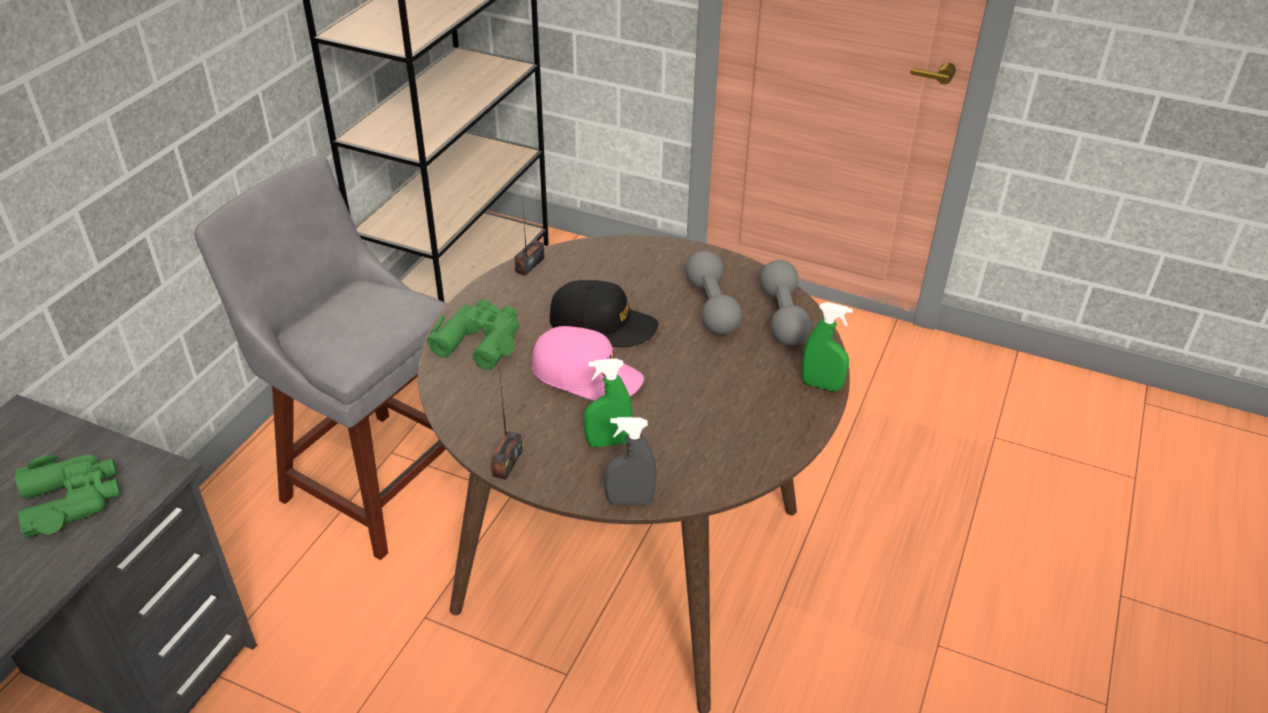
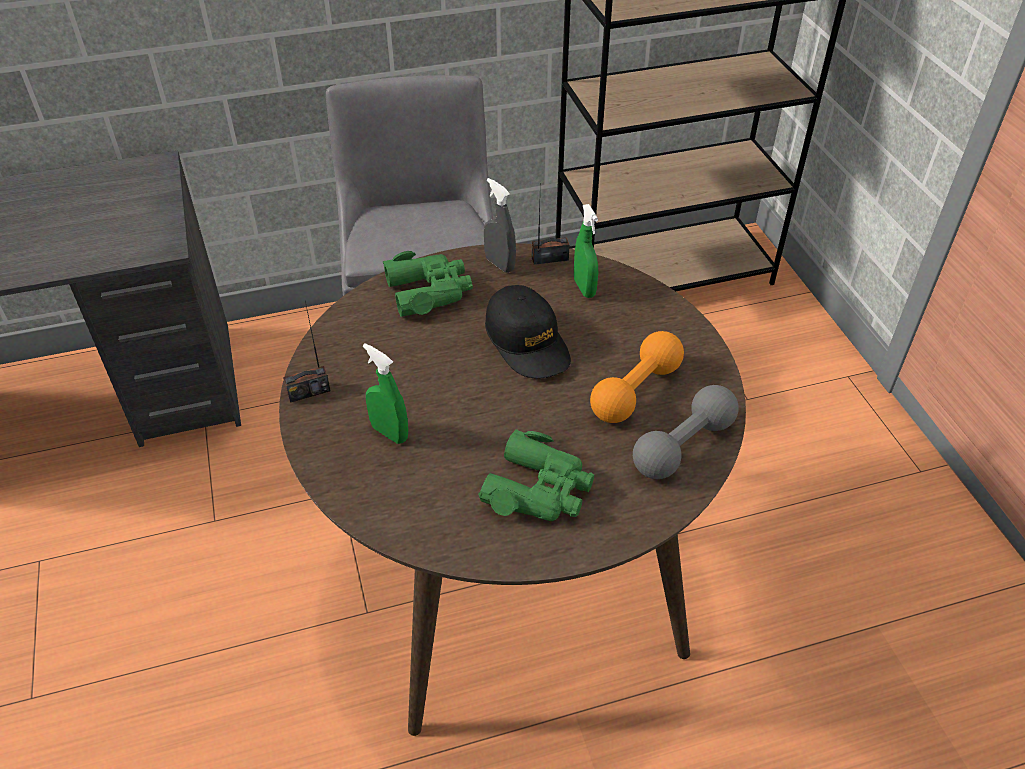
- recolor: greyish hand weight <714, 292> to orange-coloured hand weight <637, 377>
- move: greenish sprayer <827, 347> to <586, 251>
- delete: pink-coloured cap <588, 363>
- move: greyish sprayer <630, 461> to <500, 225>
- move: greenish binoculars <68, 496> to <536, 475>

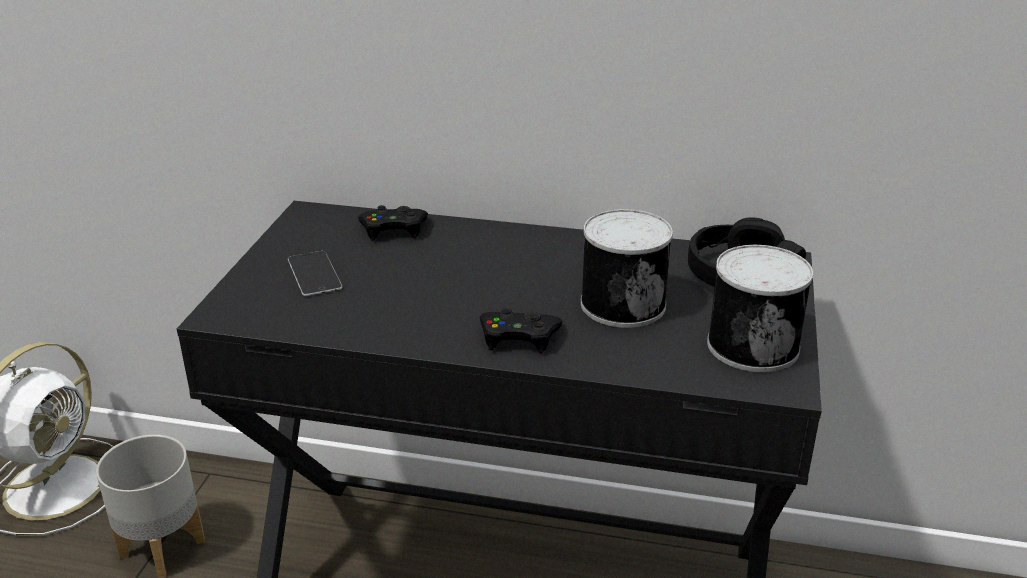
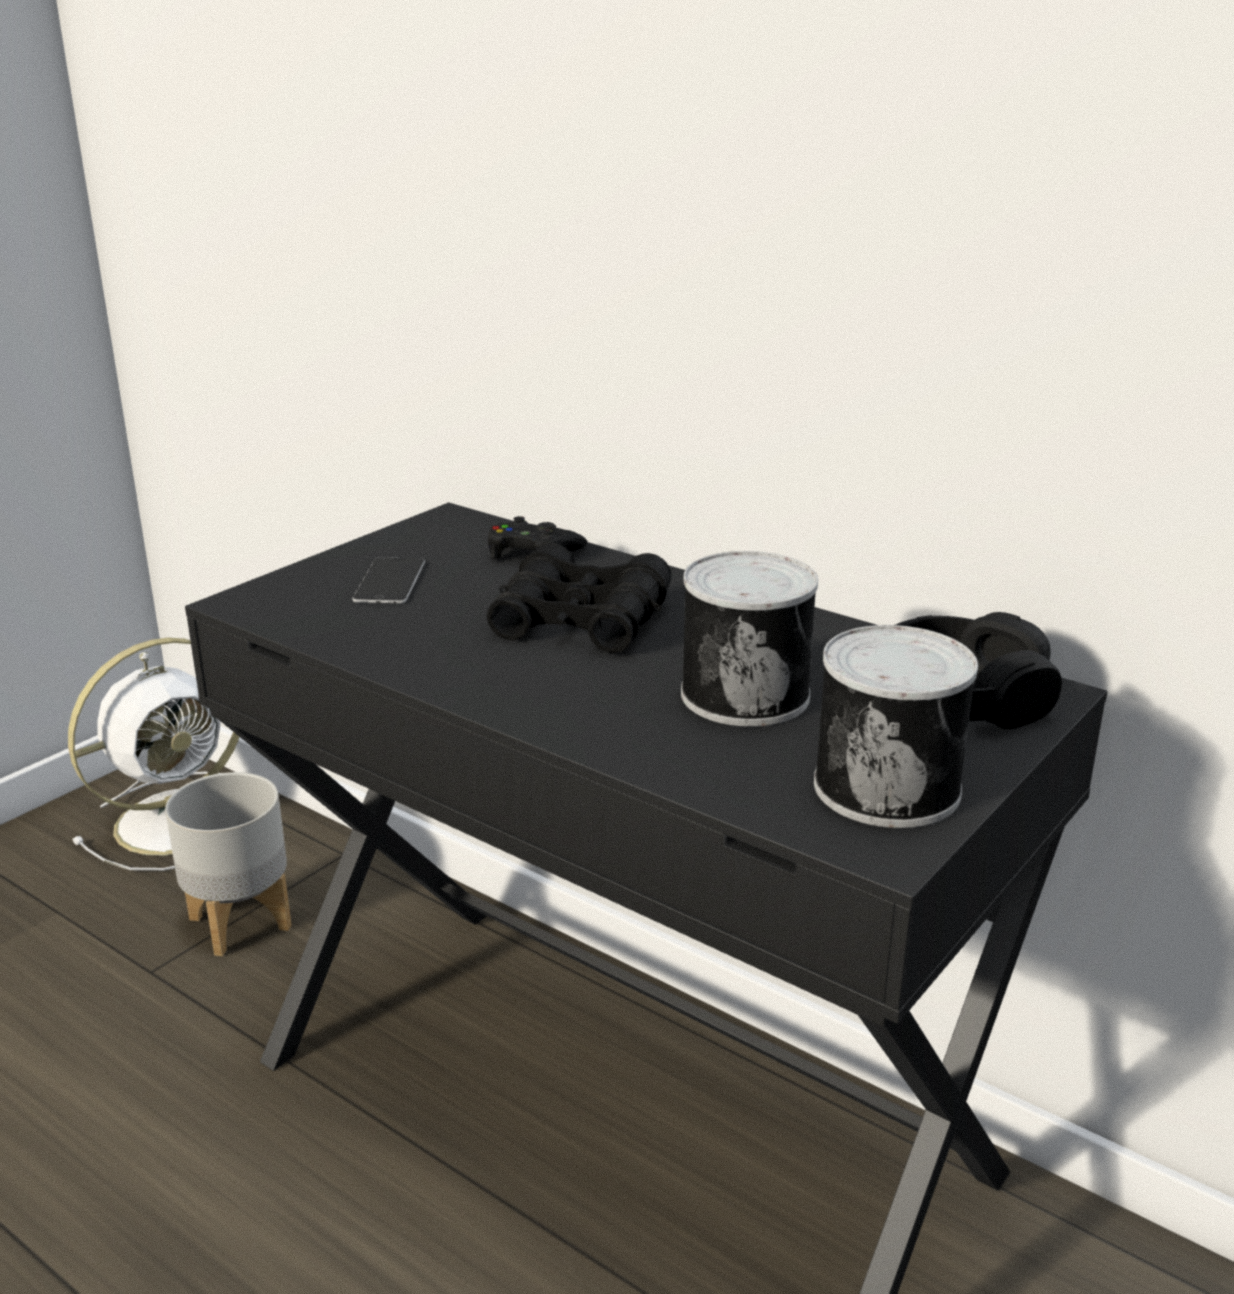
- delete: blackish gamepad <521, 330>
- insert: blackish binoculars <579, 598>

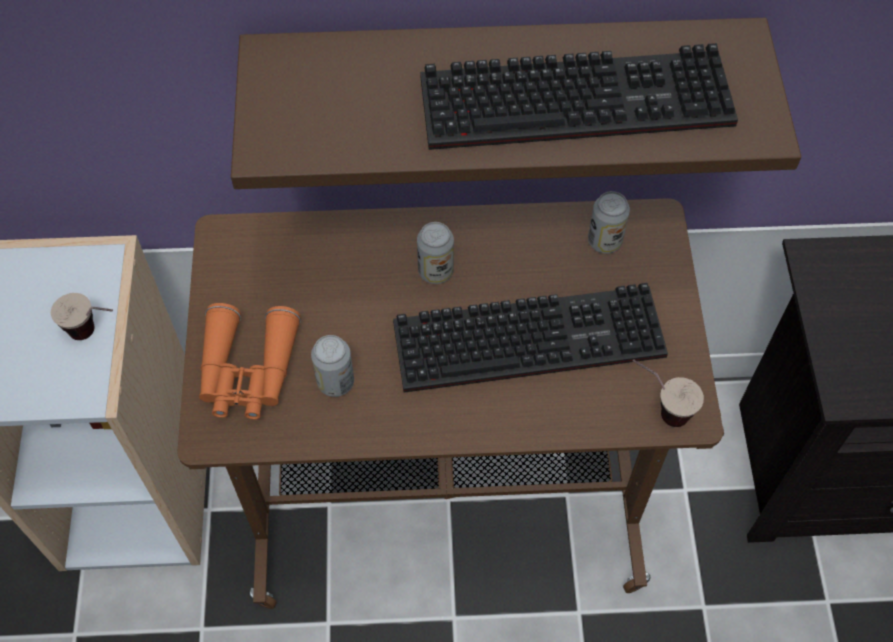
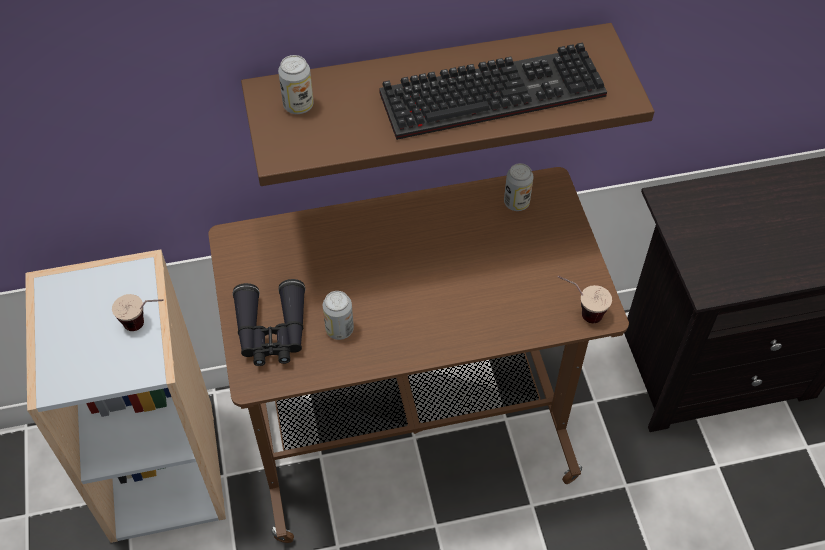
- move: can <435, 253> to <296, 84>
- delete: keyboard <530, 338>
- recolor: orange-coloured binoculars <250, 361> to blackish binoculars <268, 322>

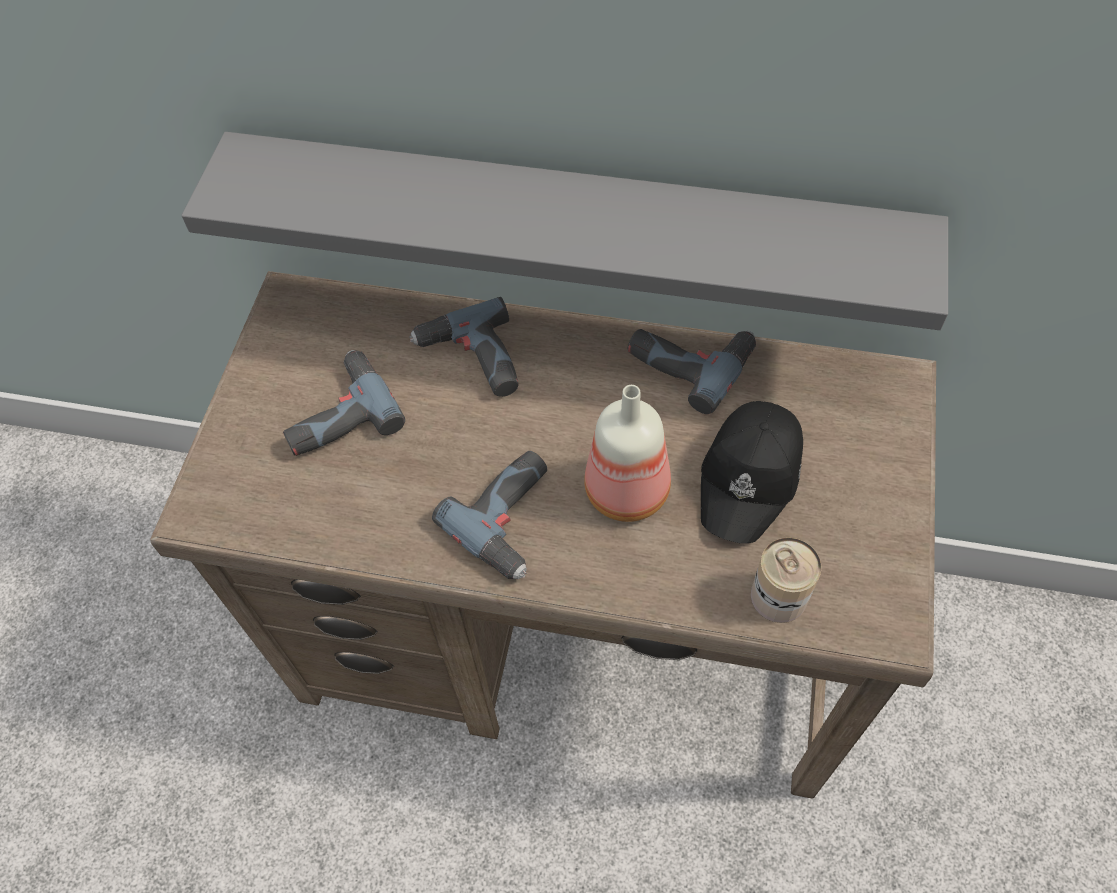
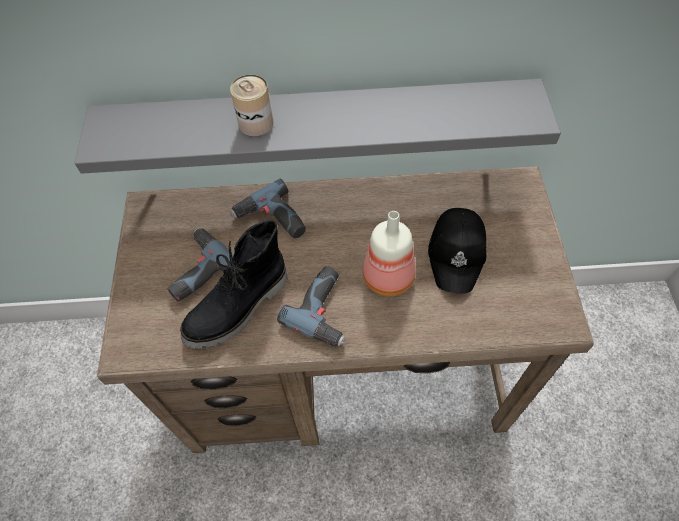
- delete: electric drill <692, 371>
- move: can <786, 580> to <251, 106>
- insert: blackish high-top boot <234, 284>

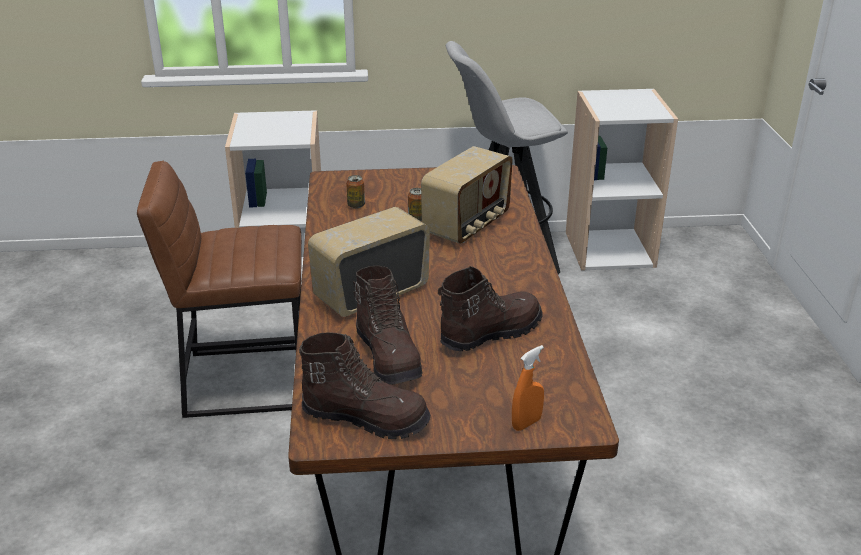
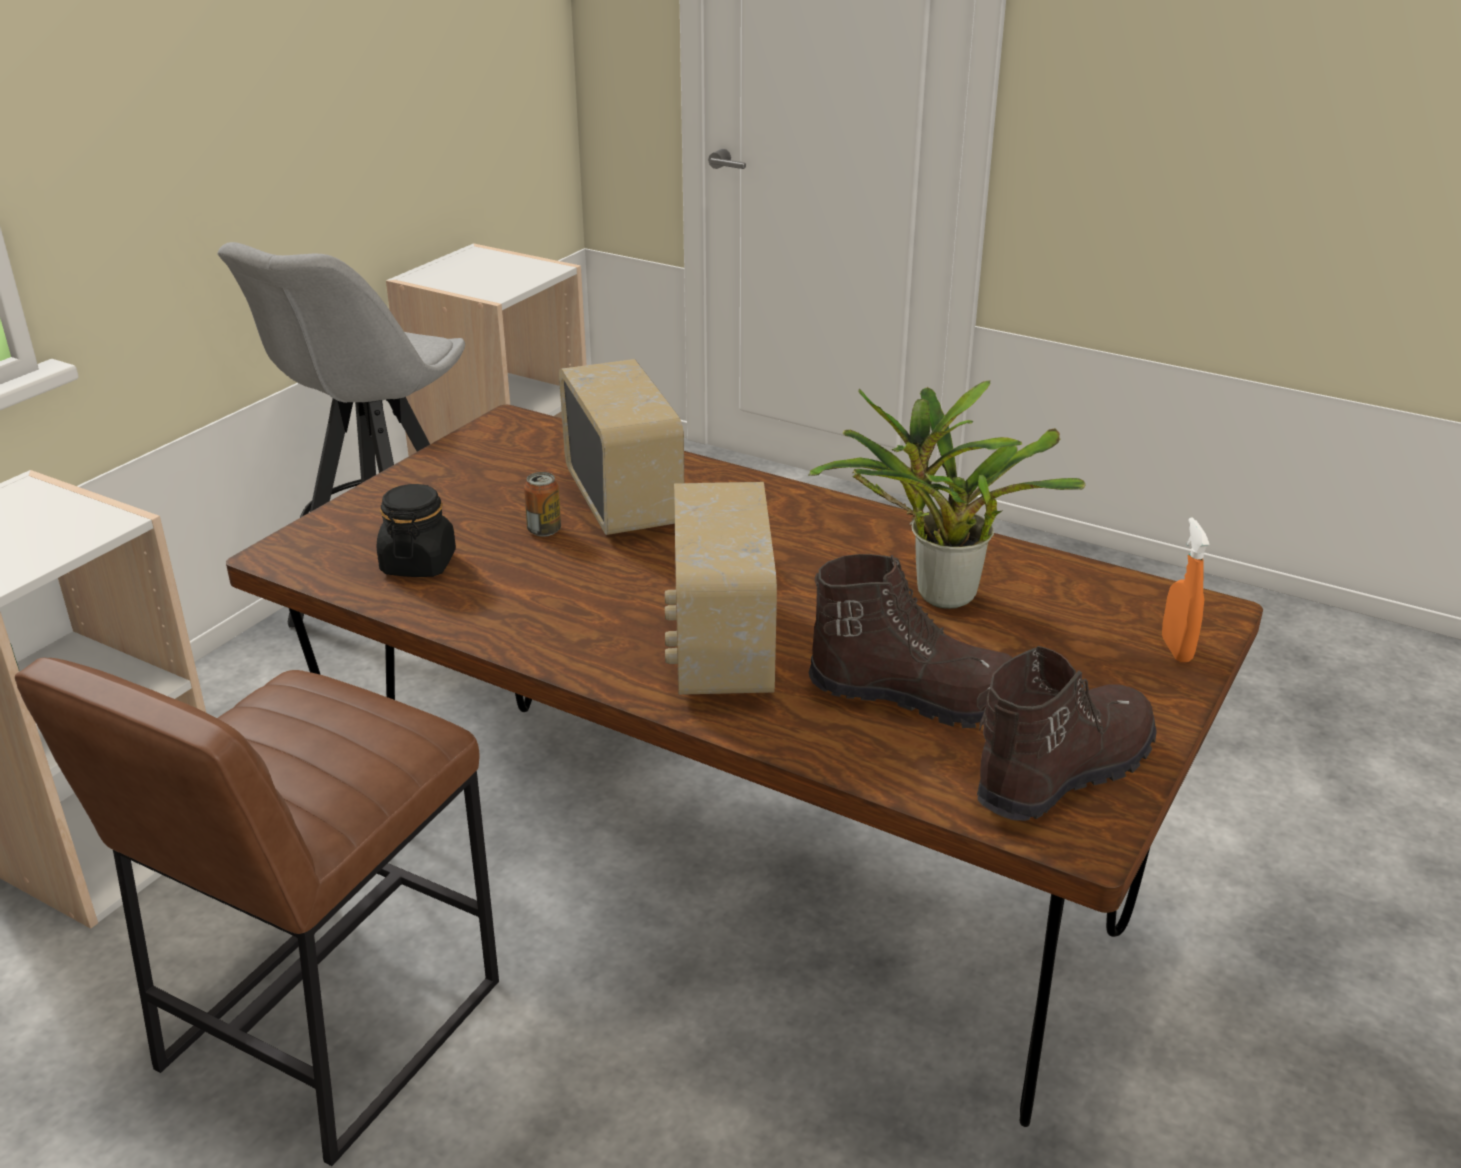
- replace: can <355, 192> to blackish storage jar <416, 530>
- replace: brownish high-top boot <490, 308> to plant in a pot <947, 494>

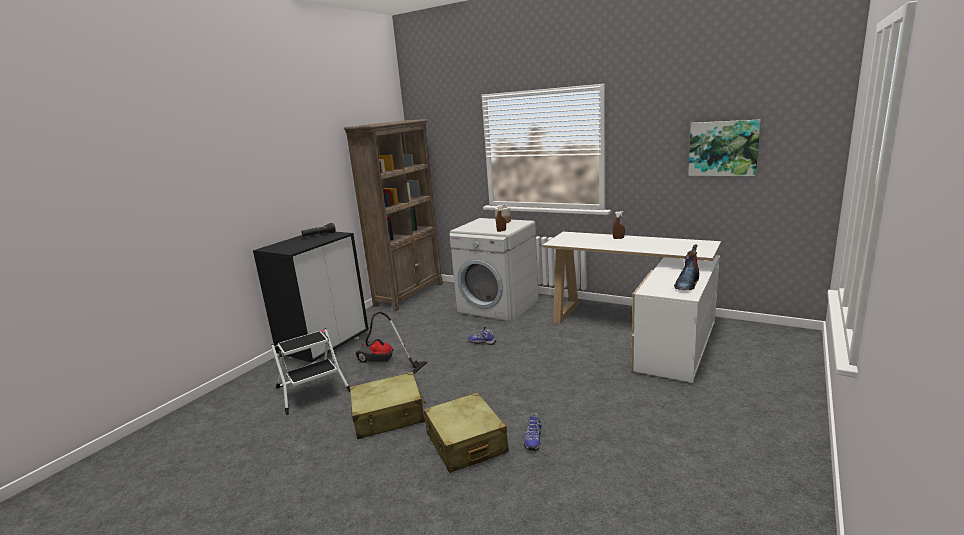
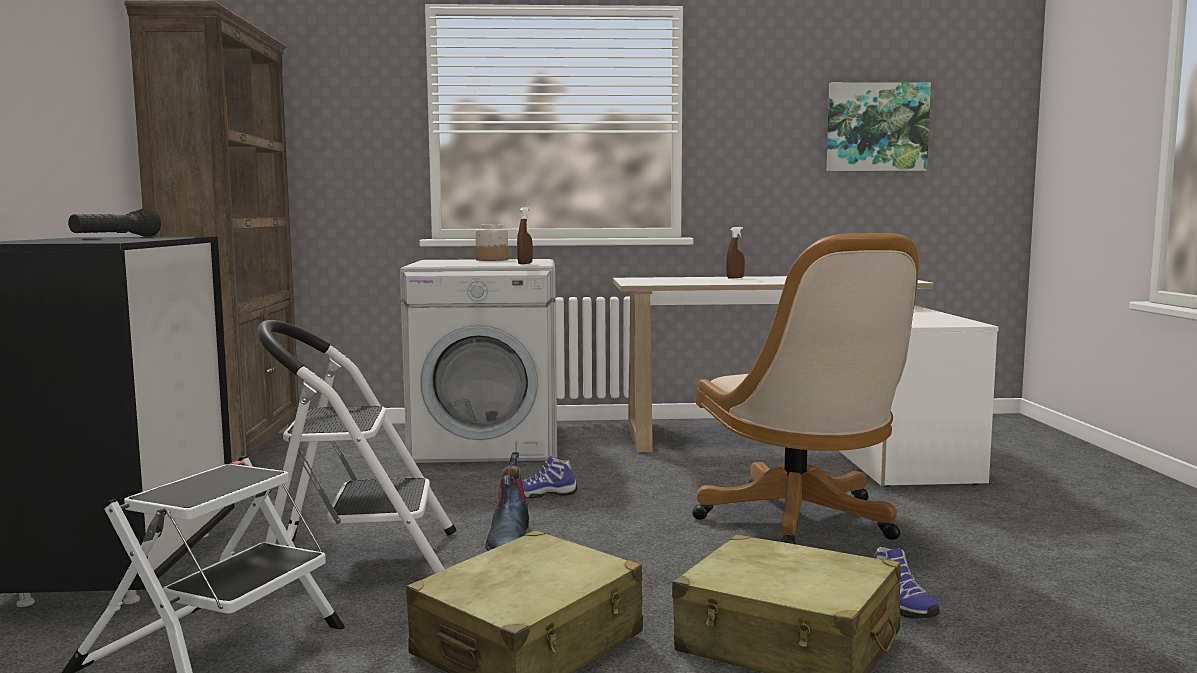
- move: high-top boot <686, 267> to <507, 501>
- replace: hoover <391, 343> to step ladder <356, 447>
- insert: computer chair <805, 388>

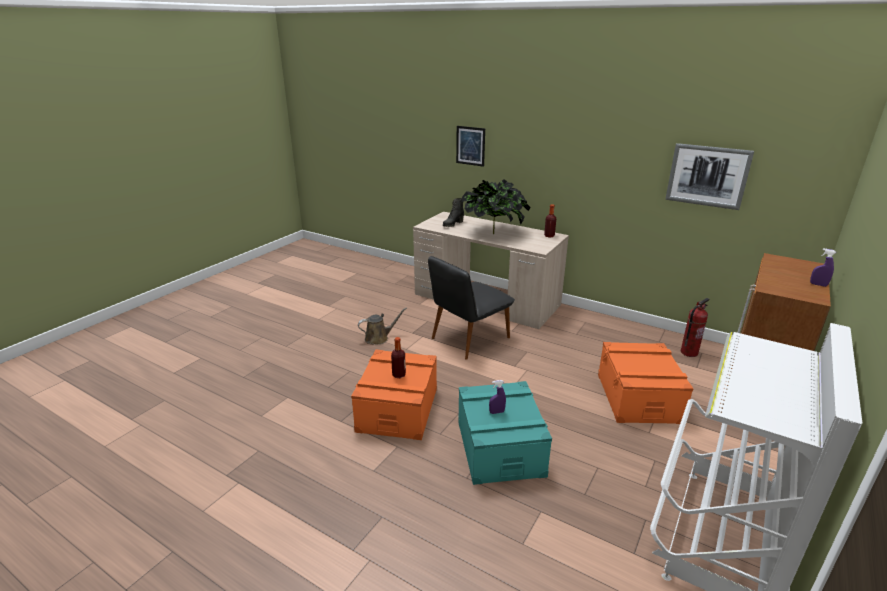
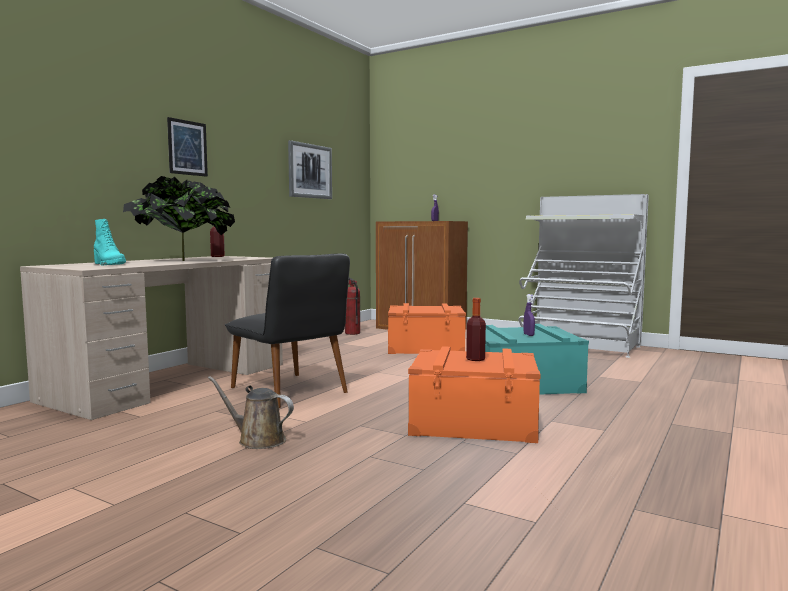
- move: wall picture <470, 146> to <187, 147>
- recolor: blackish high-top boot <453, 212> to turquoise high-top boot <110, 242>
- rotate: brownish watering can <382, 326> = <251, 412> 45 degrees counterclockwise

